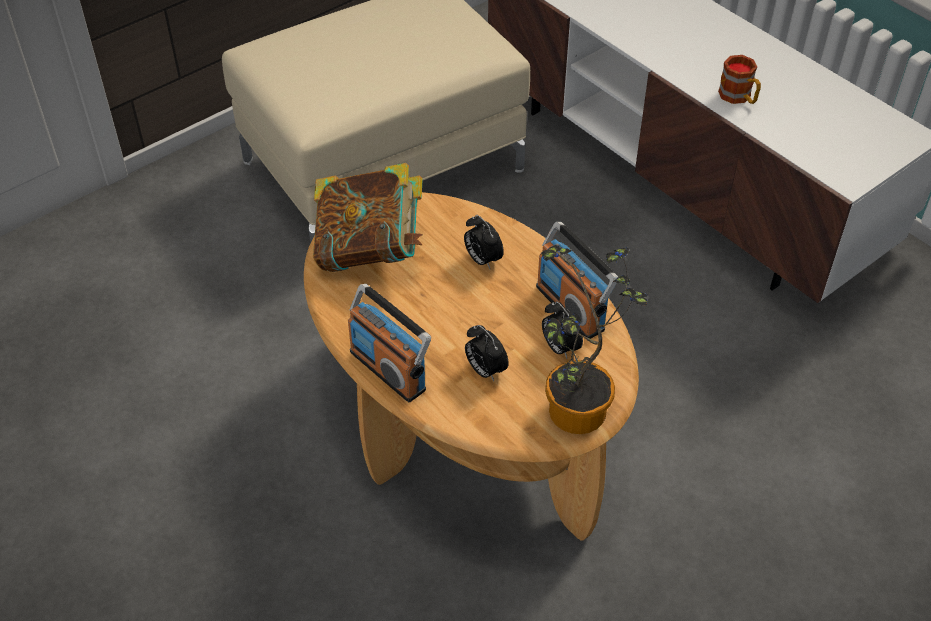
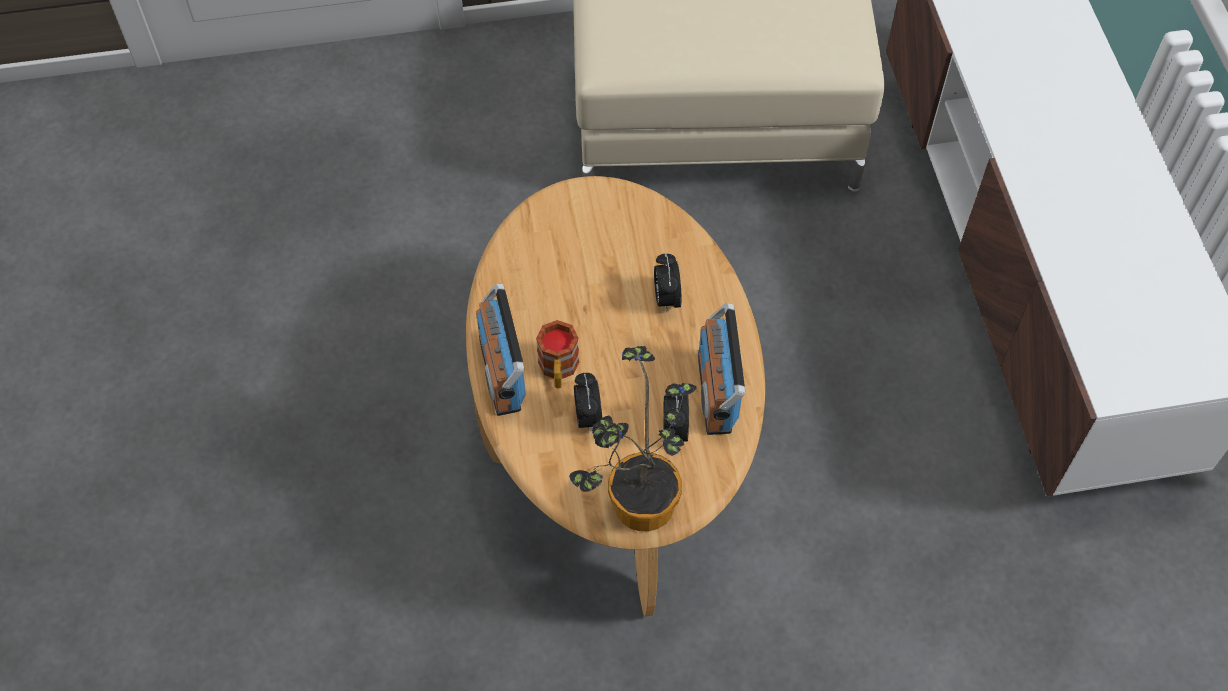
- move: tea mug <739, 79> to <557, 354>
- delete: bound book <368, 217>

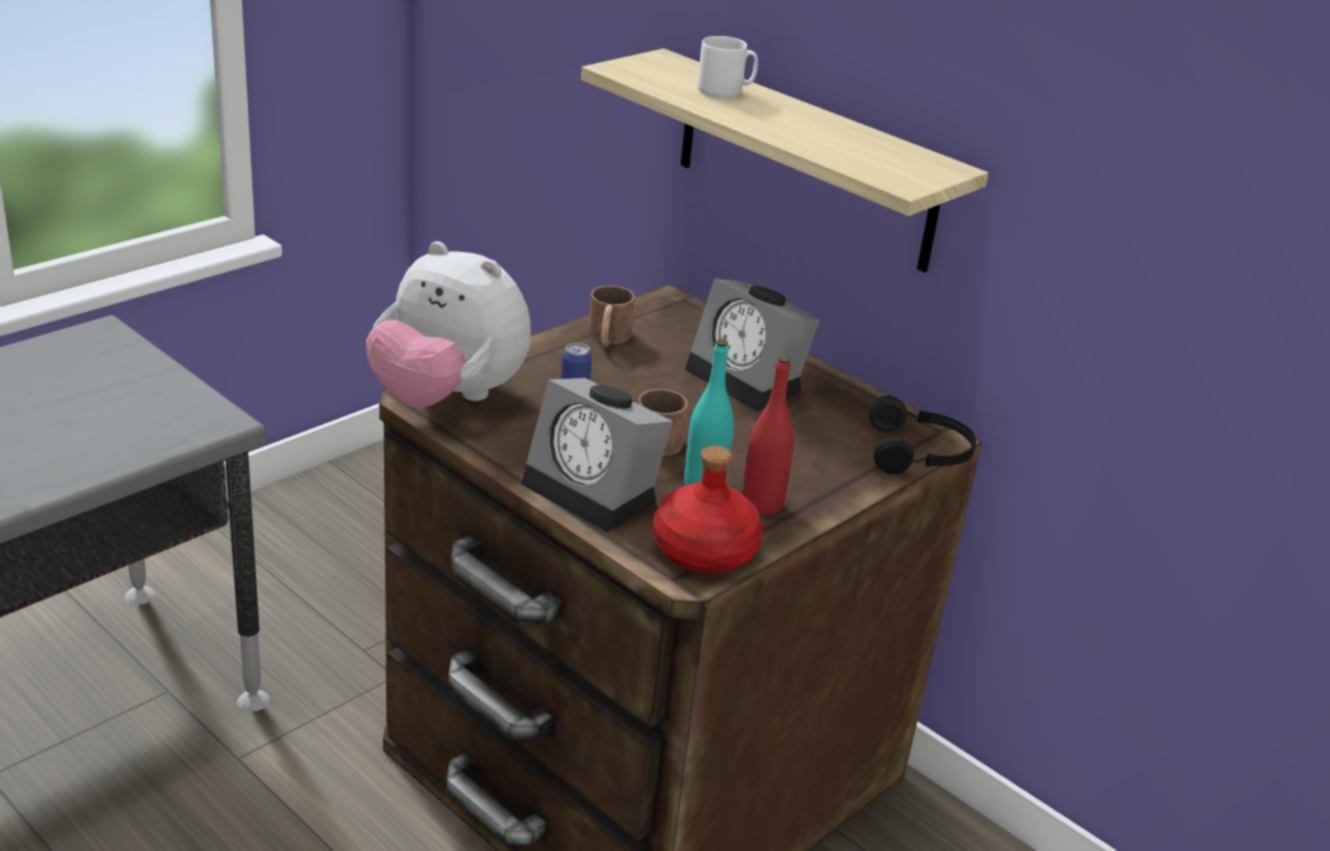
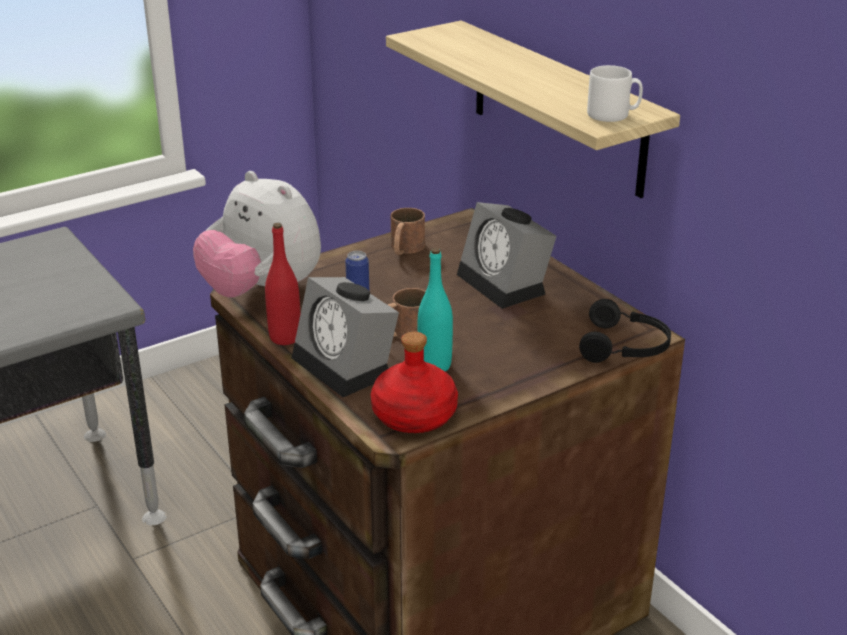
- move: white-coloured tea mug <727, 67> to <615, 93>
- move: red-coloured beverage bottle <768, 435> to <282, 284>

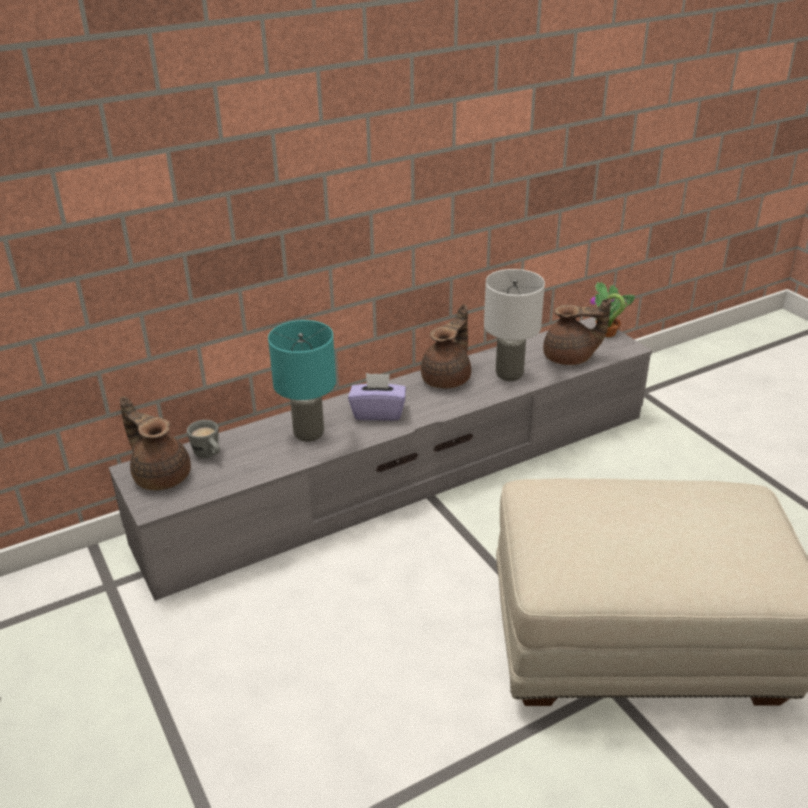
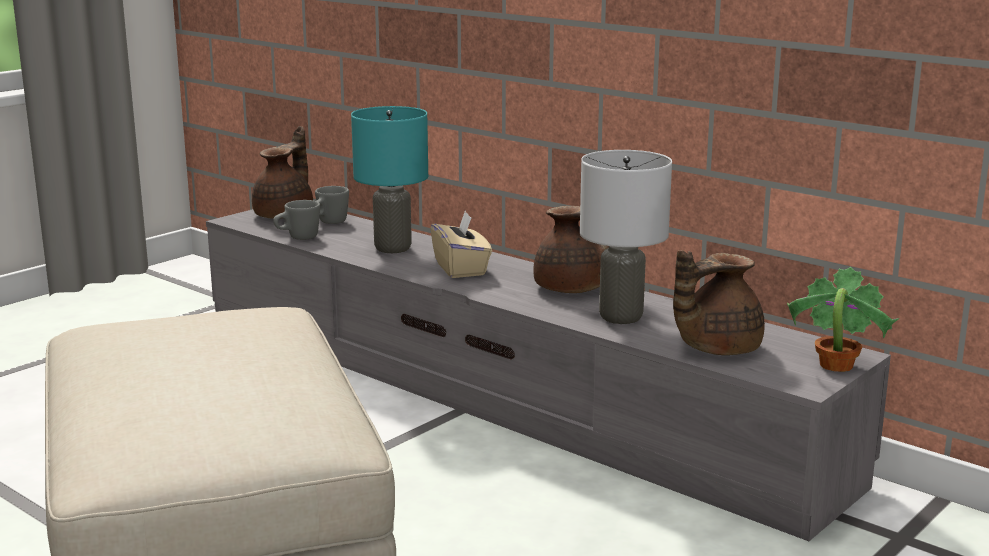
- rotate: brownish teapot <577, 331> = <719, 302> 75 degrees clockwise
- recolor: purplish tissue box <377, 397> to beige tissue box <461, 244>
- insert: greyish tea mug <296, 220>

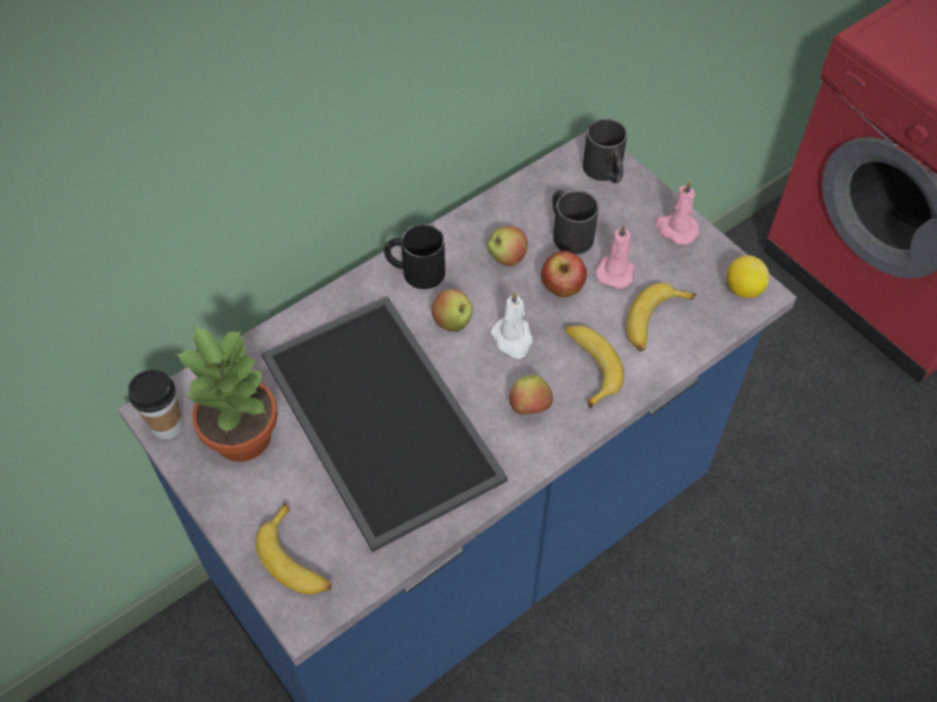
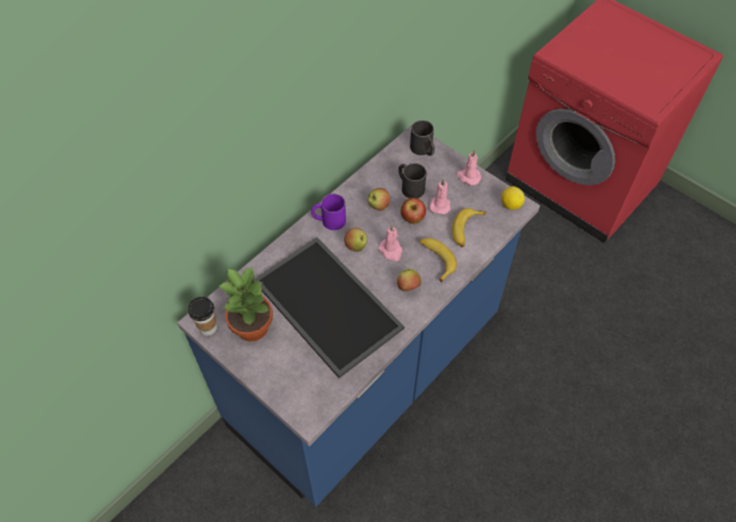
- recolor: blackish tea mug <414, 256> to purplish tea mug <328, 212>
- recolor: white-coloured candle <511, 325> to pink-coloured candle <390, 243>
- delete: banana fruit <293, 548>

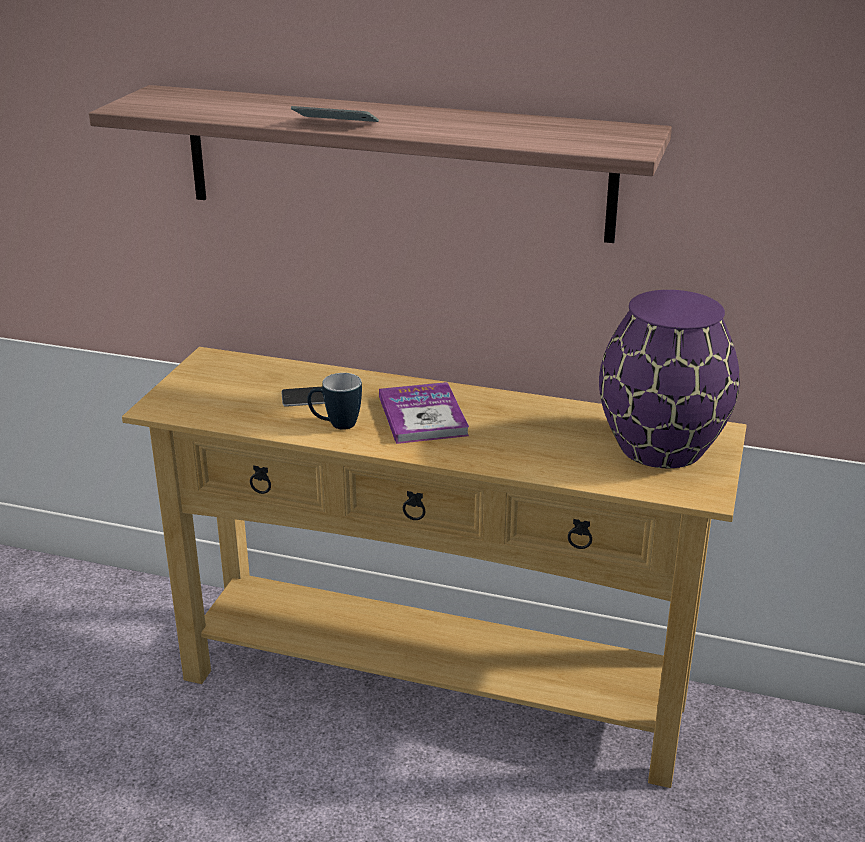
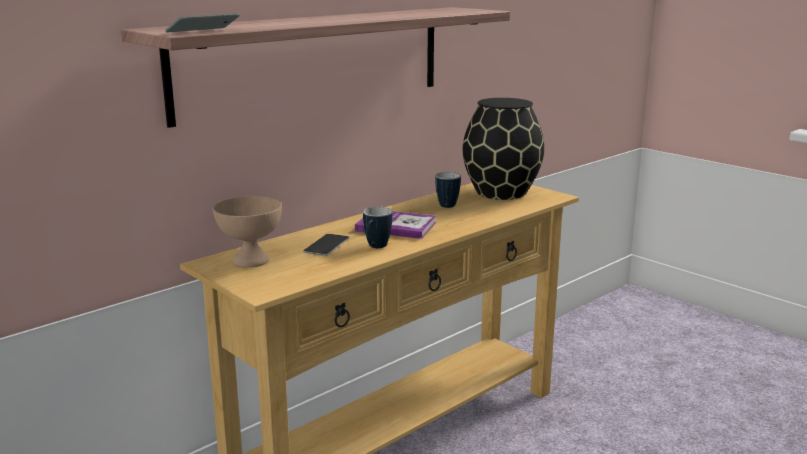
- move: handset <335, 114> to <202, 22>
- recolor: purplish vase <669, 379> to blackish vase <503, 149>
- insert: tea mug <448, 190>
- insert: beige serving bowl <247, 232>

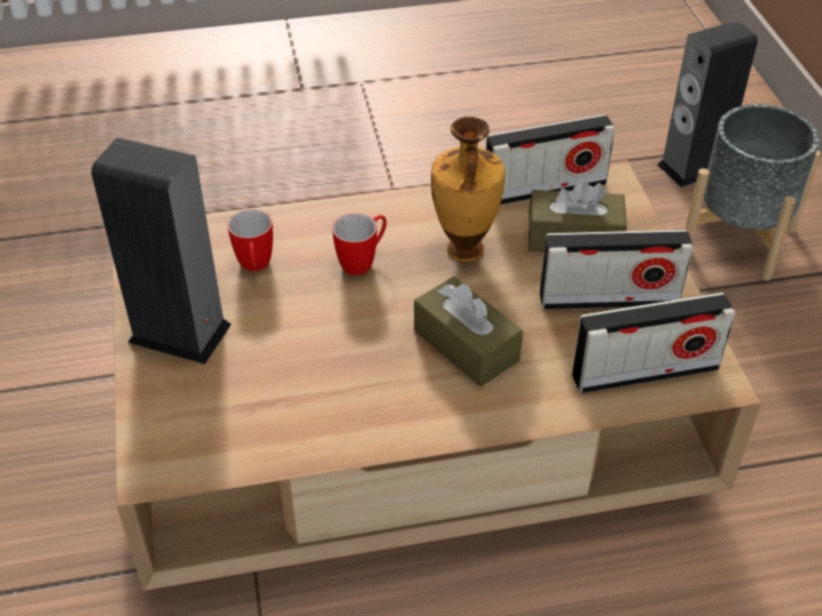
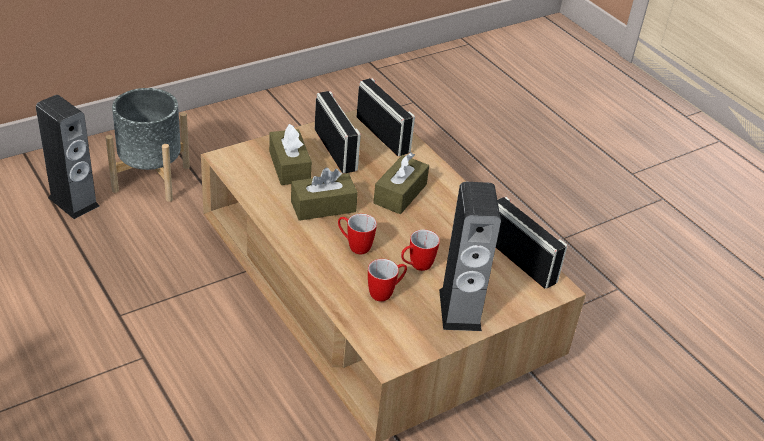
- move: radio receiver <550, 159> to <532, 242>
- replace: vase <468, 189> to brownish tissue box <324, 194>
- insert: tea mug <420, 250>

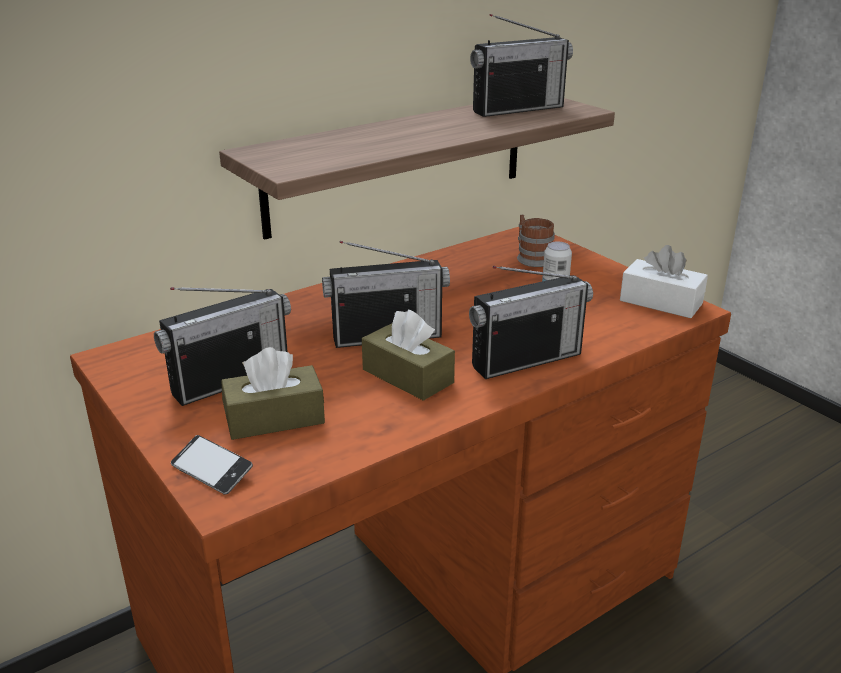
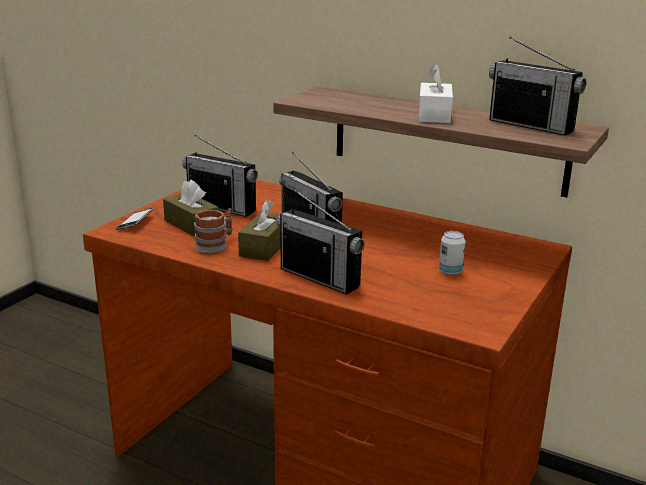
- move: tea mug <536, 241> to <213, 230>
- move: white-coloured tissue box <664, 281> to <435, 93>

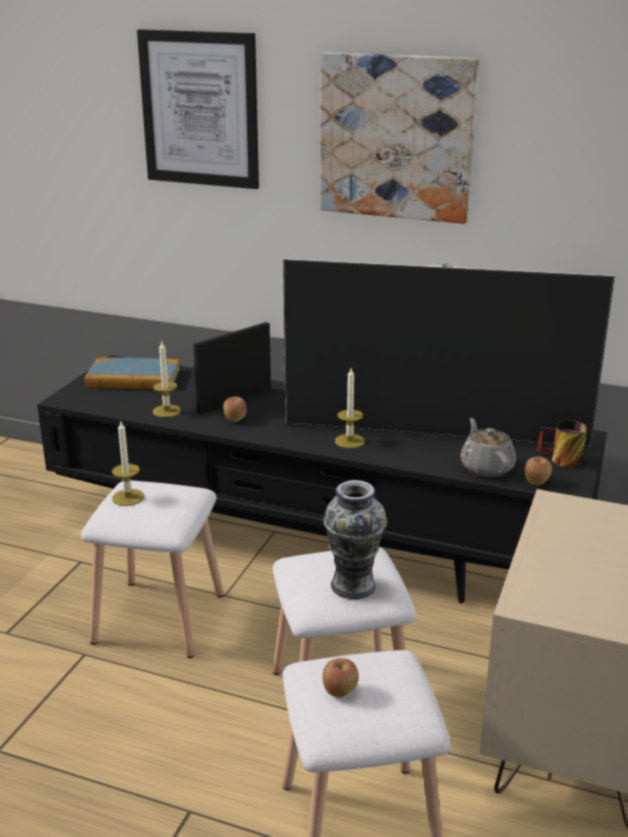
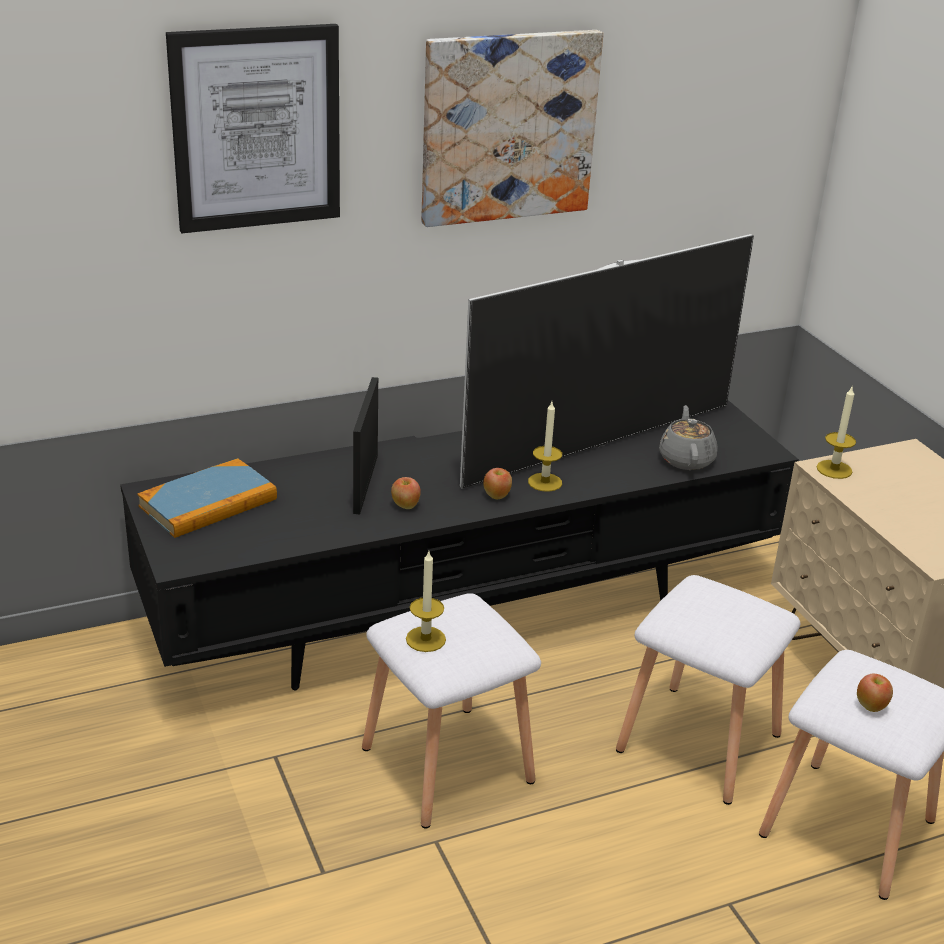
- move: candle <167, 379> to <836, 432>
- rotate: greyish teapot <488, 447> = <688, 437> 60 degrees clockwise
- delete: tea mug <562, 444>
- move: whole apple <538, 471> to <497, 483>
- delete: vase <355, 539>

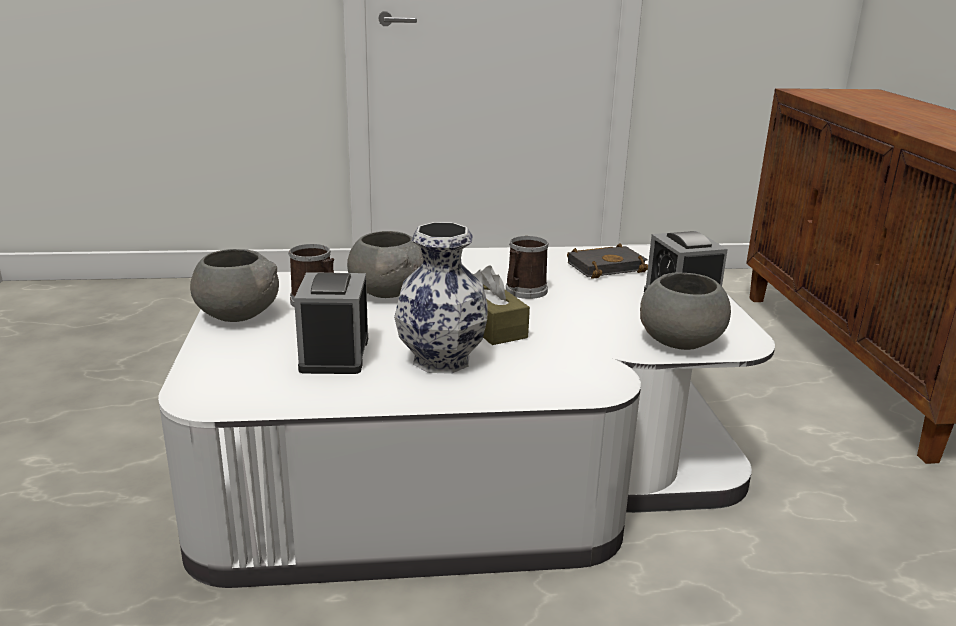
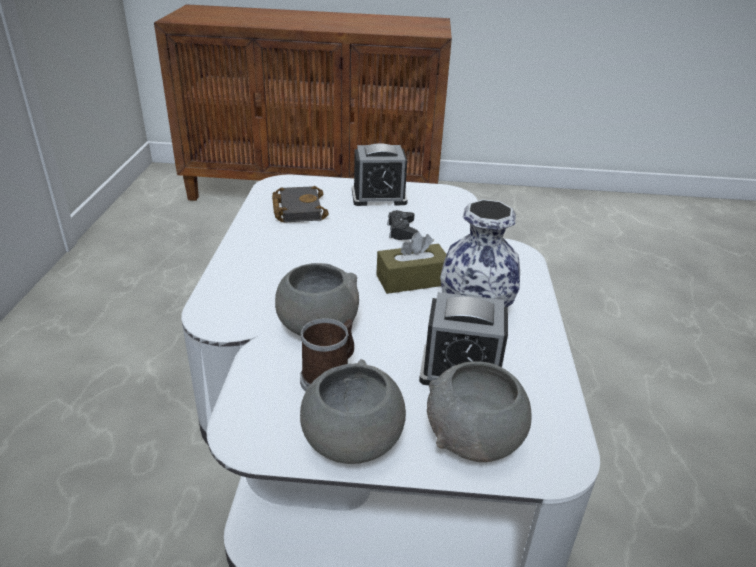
- delete: tea mug <527, 267>
- move: greyish serving bowl <685, 311> to <479, 411>
- insert: blackish gamepad <403, 225>

